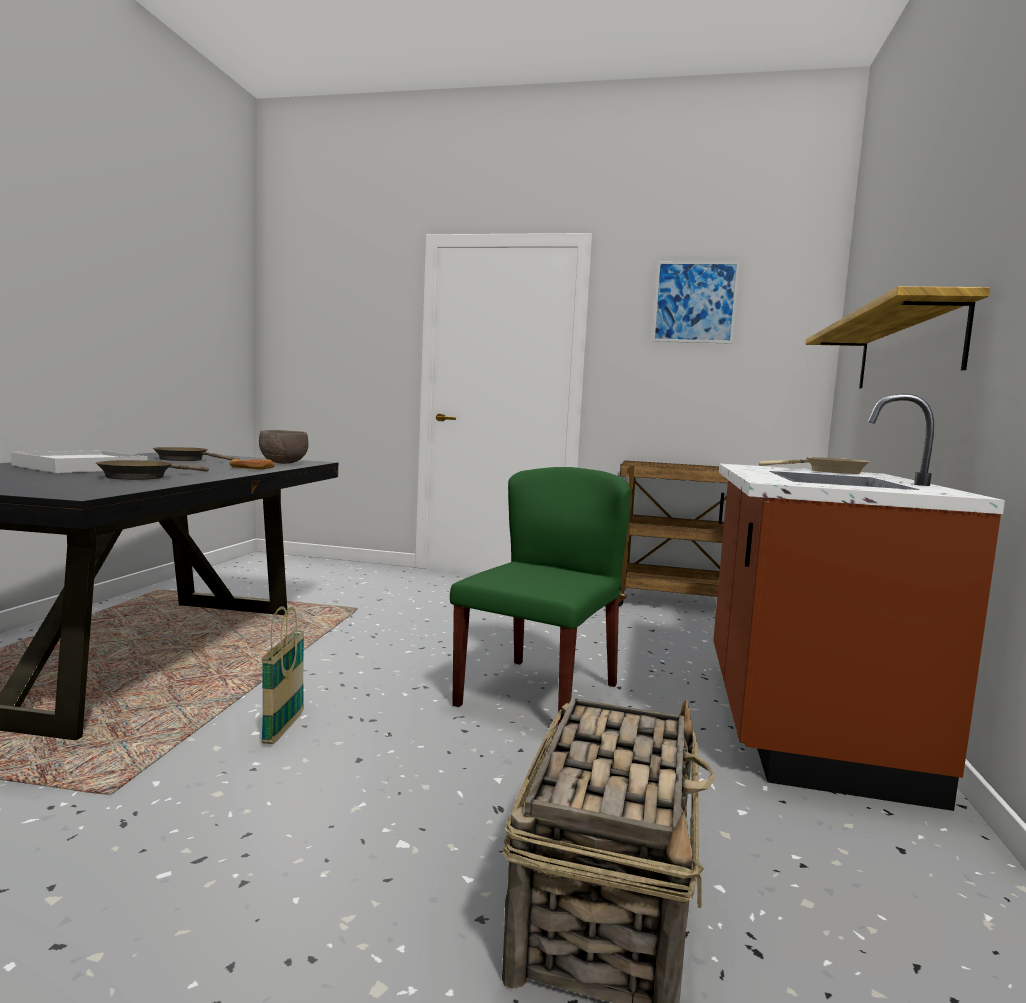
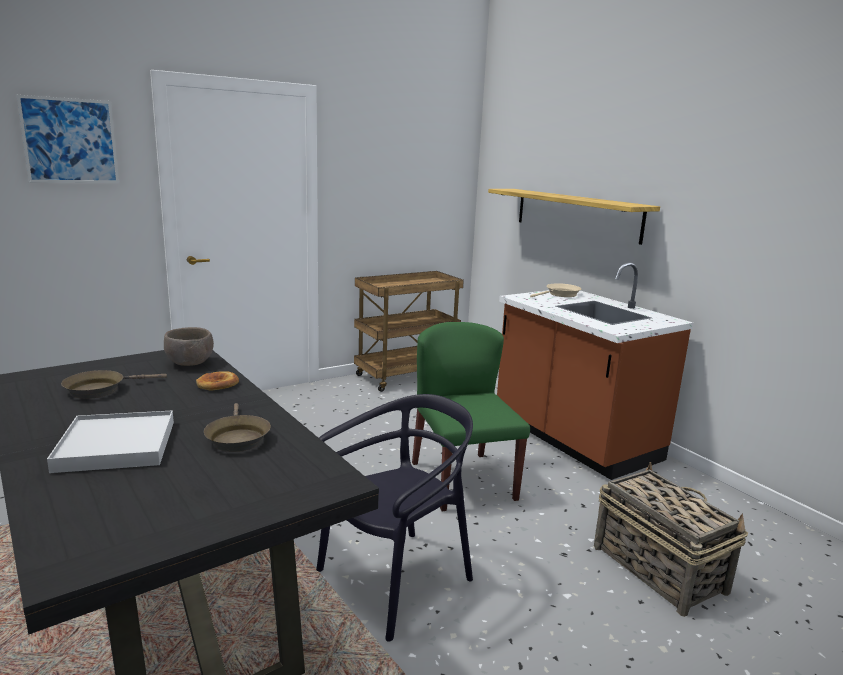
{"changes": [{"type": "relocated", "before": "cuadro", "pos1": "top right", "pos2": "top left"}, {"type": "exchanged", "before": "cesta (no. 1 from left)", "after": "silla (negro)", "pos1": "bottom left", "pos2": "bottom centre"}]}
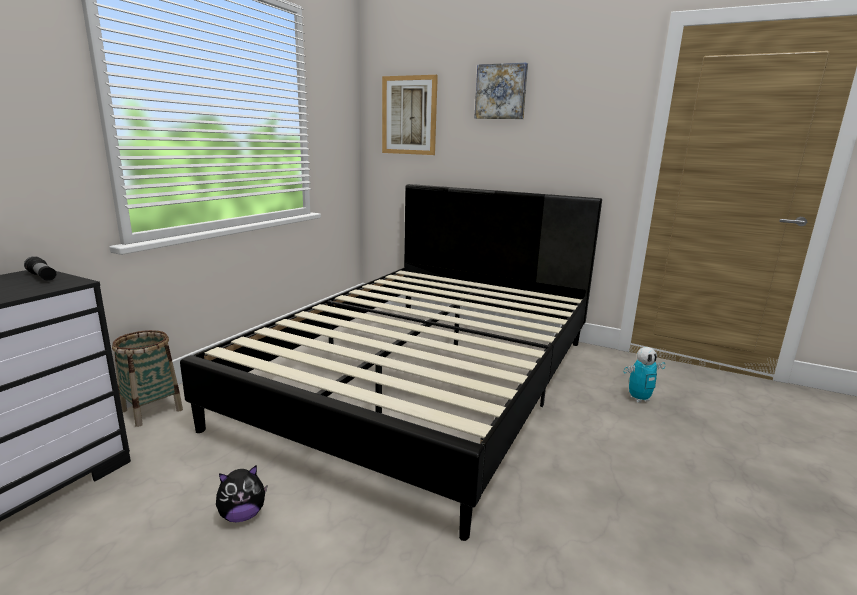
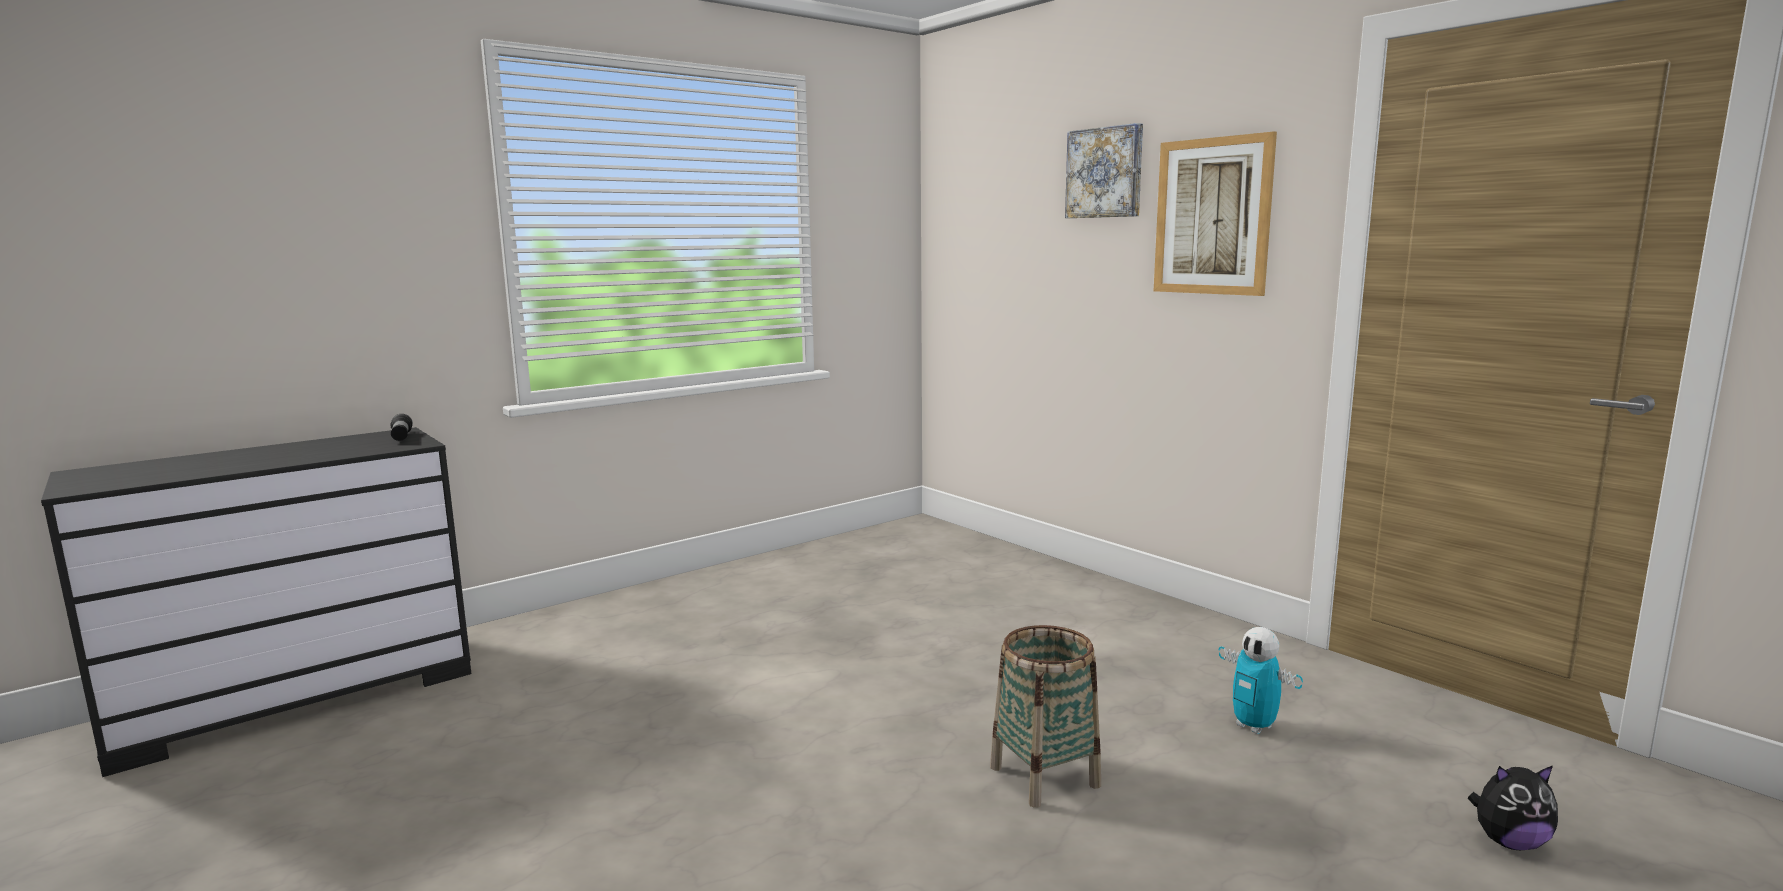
{"changes": [{"type": "relocated", "before": "cesta", "pos1": "middle left", "pos2": "bottom centre"}, {"type": "relocated", "before": "cuadro (no. 1 from left in the first image)", "after": "cuadro (no. 2 from left)", "pos1": "top centre", "pos2": "top right"}, {"type": "spun", "before": "robot de juguete", "pos1": "middle right", "pos2": "bottom right", "turn": 45}, {"type": "relocated", "before": "peluche", "pos1": "bottom left", "pos2": "bottom right"}, {"type": "missing", "before": "cama (negro)", "pos1": "centre"}]}
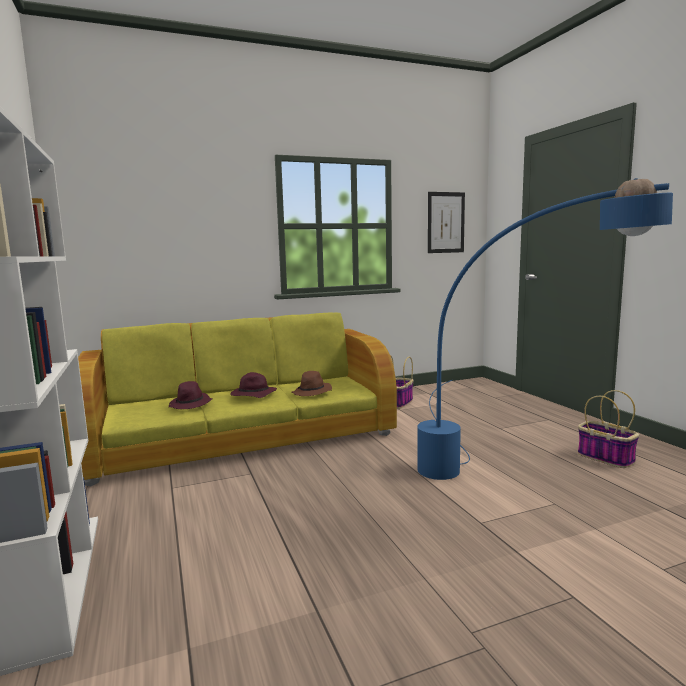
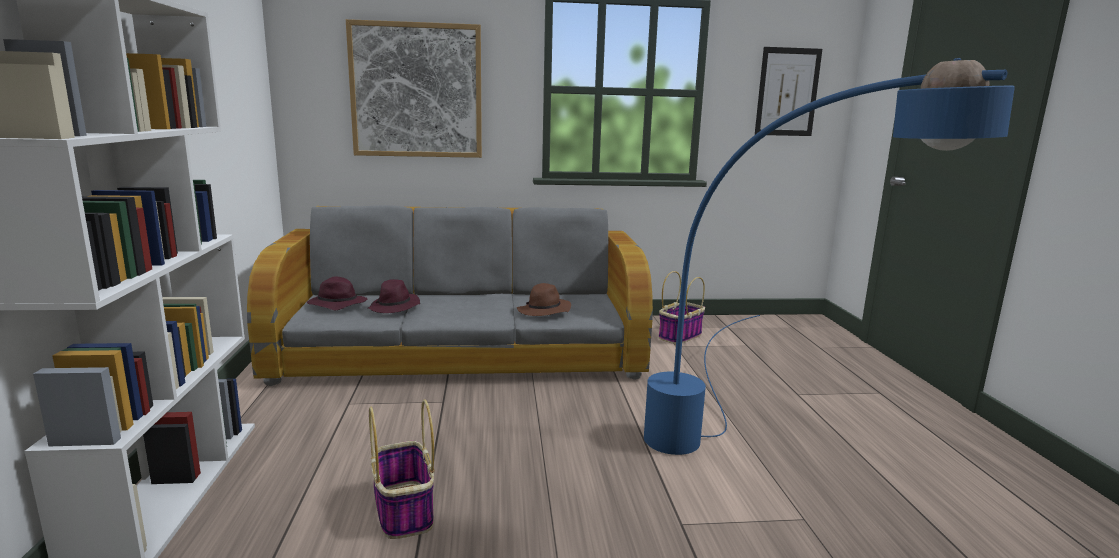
{"changes": [{"type": "colour", "before": "sofá (verde)", "after": "sofá (gris)", "pos1": "centre", "pos2": "centre"}, {"type": "relocated", "before": "sombrero (morado) (no. 2 from left in the first image)", "after": "sombrero (morado) (no. 1 from left)", "pos1": "centre", "pos2": "middle left"}, {"type": "appeared", "after": "cuadro (no. 1 from left)", "pos2": "top centre"}, {"type": "relocated", "before": "cesta (no. 2 from left in the first image)", "after": "cesta (no. 1 from left)", "pos1": "middle right", "pos2": "bottom centre"}]}
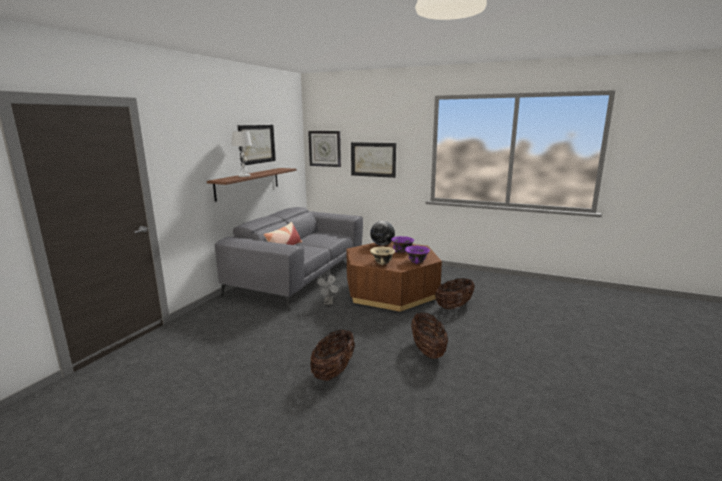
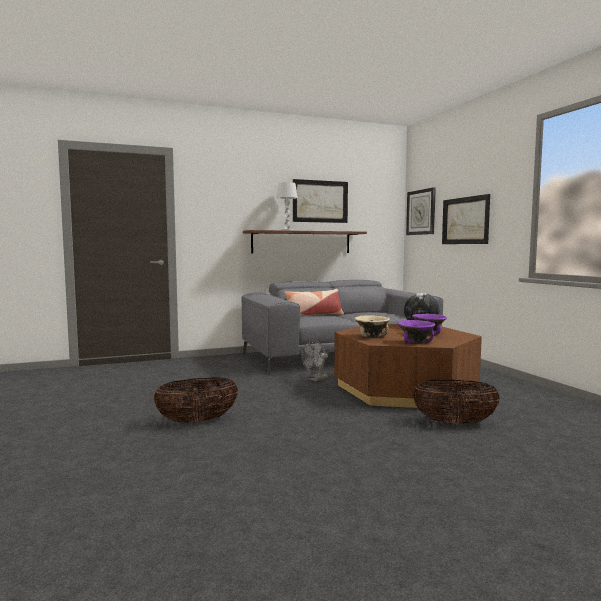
{"changes": [{"type": "missing", "before": "cesta (no. 2 from left)", "pos1": "bottom centre"}]}
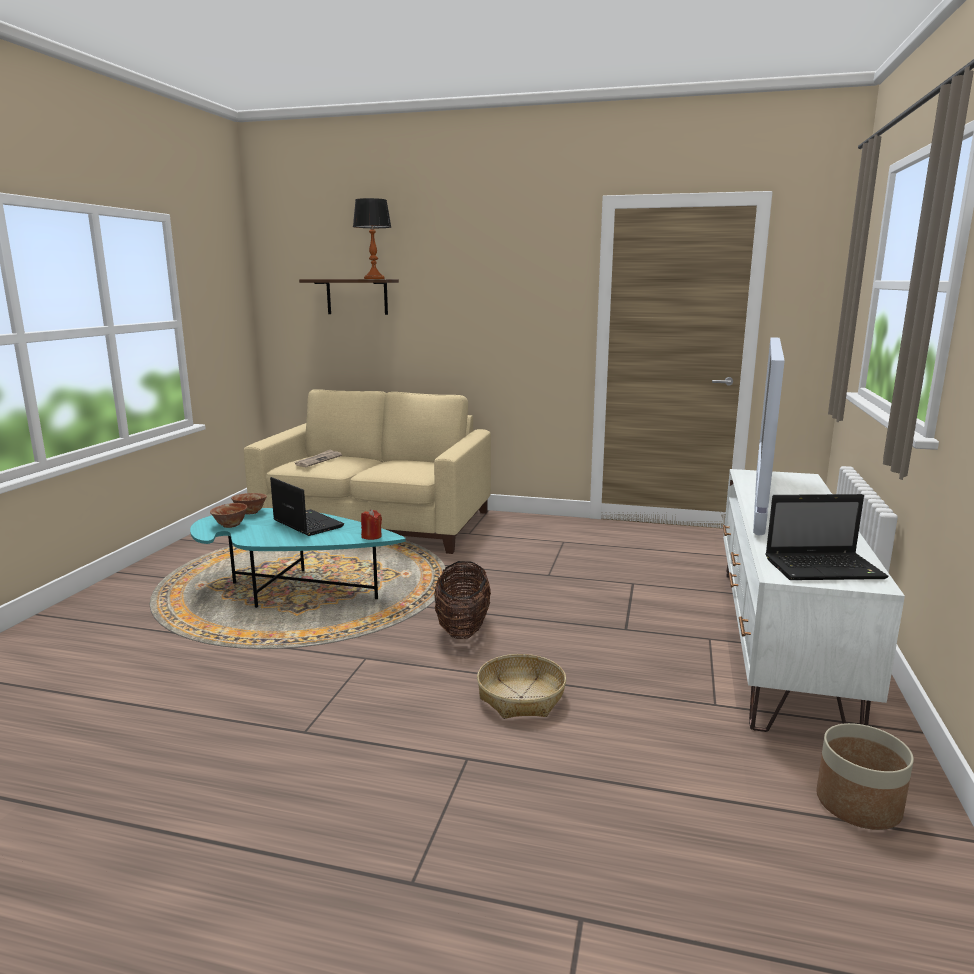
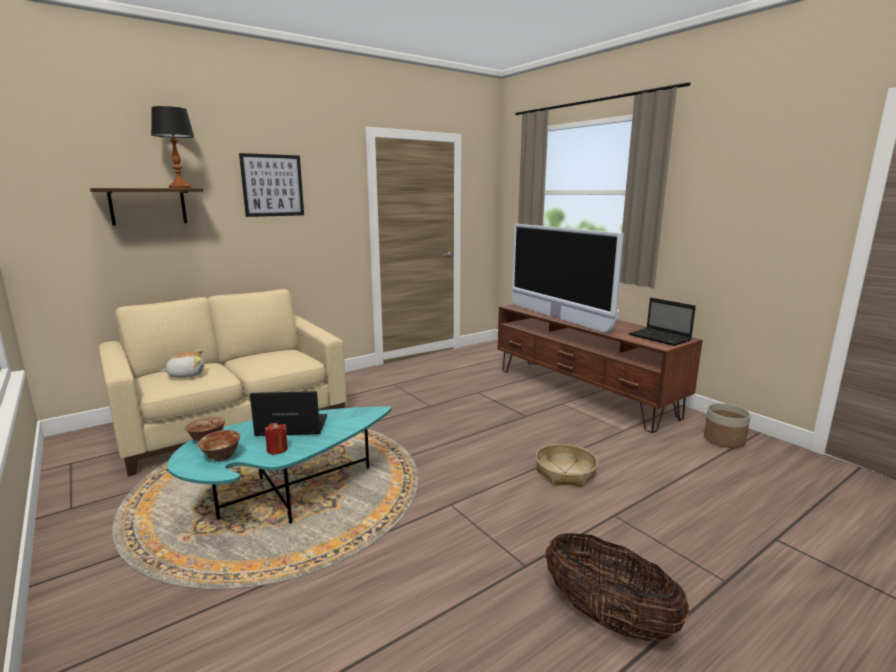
{"changes": [{"type": "exchanged", "before": "periódico", "after": "peluche", "pos1": "middle left", "pos2": "middle left"}, {"type": "appeared", "after": "cuadro", "pos2": "top left"}, {"type": "relocated", "before": "vela (rojo)", "pos1": "centre", "pos2": "middle left"}, {"type": "colour", "before": "mueble de televisión (blanco)", "after": "mueble de televisión (marrón)", "pos1": "middle right", "pos2": "middle right"}, {"type": "relocated", "before": "cesta (no. 1 from left in the first image)", "after": "cesta (no. 2 from left)", "pos1": "centre", "pos2": "bottom right"}, {"type": "spun", "before": "portátil (no. 2 from left)", "pos1": "middle right", "pos2": "middle right", "turn": 105}]}
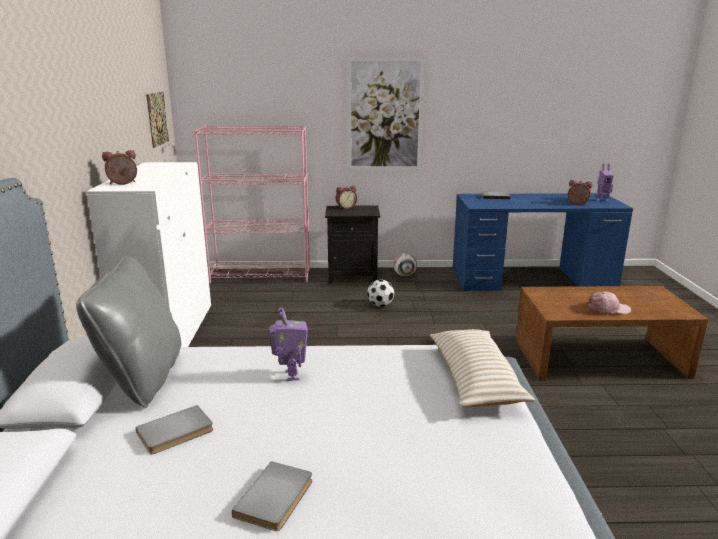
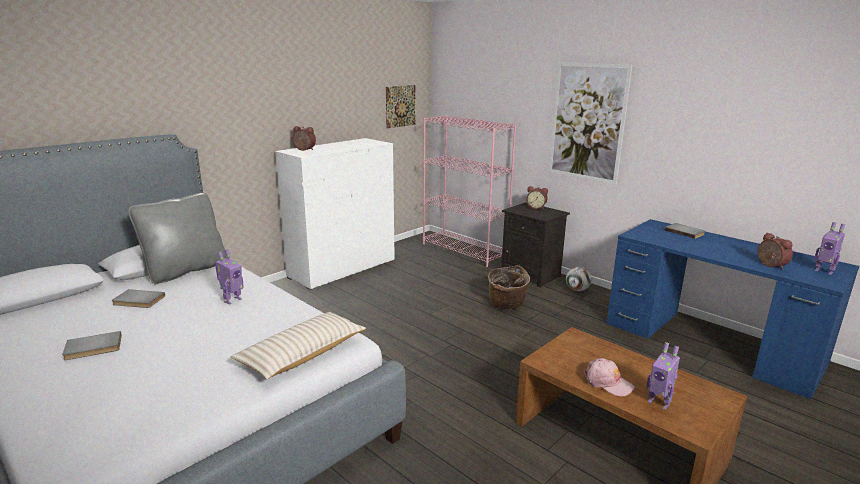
{"changes": [{"type": "exchanged", "before": "balón de fútbol (no. 1 from left)", "after": "cesta", "pos1": "centre", "pos2": "centre"}, {"type": "appeared", "after": "robot de juguete (no. 2 from left)", "pos2": "bottom right"}]}
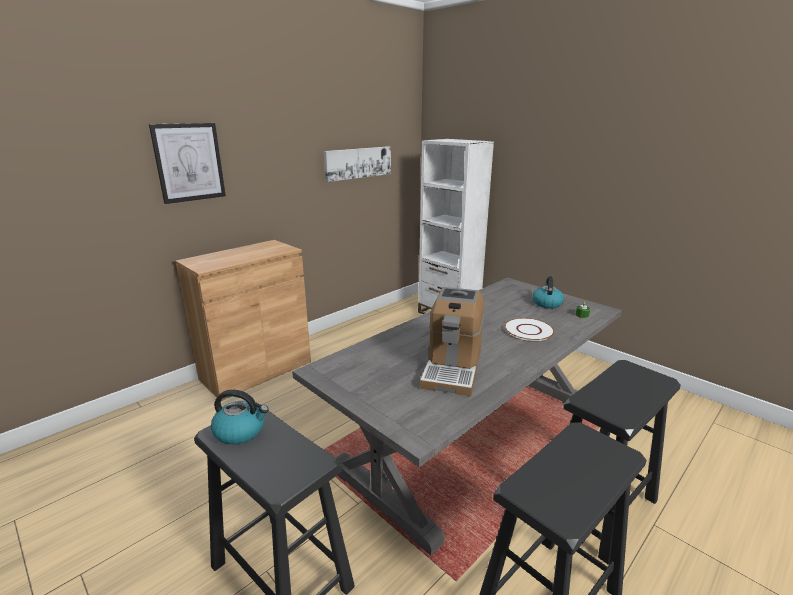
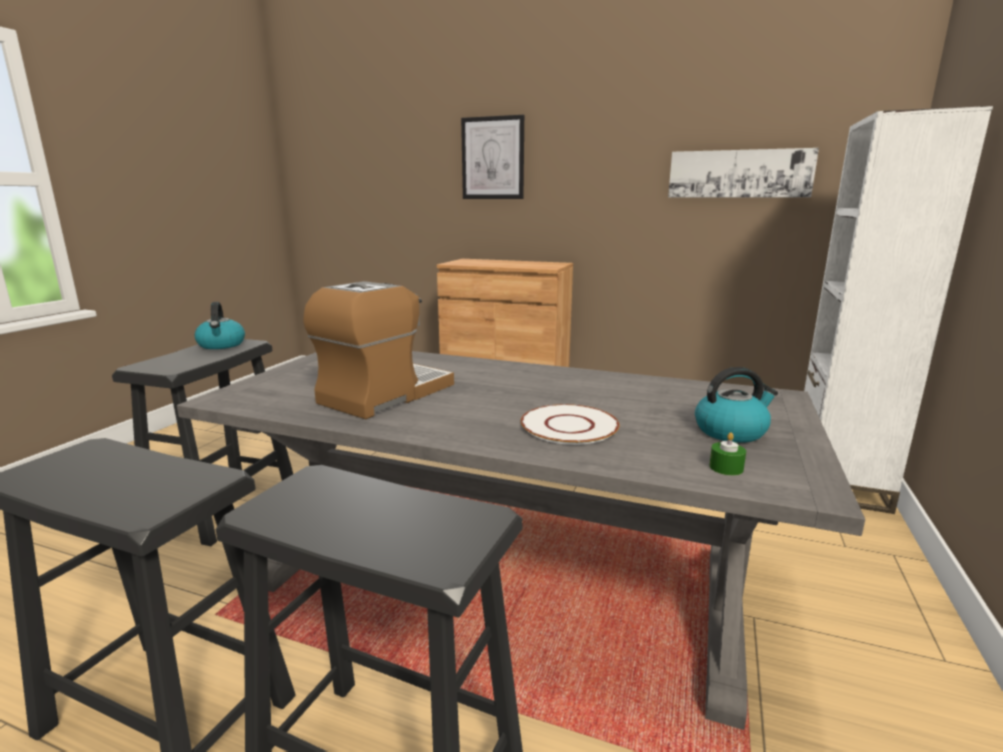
{"changes": [{"type": "spun", "before": "cafetera", "pos1": "centre", "pos2": "centre", "turn": 135}]}
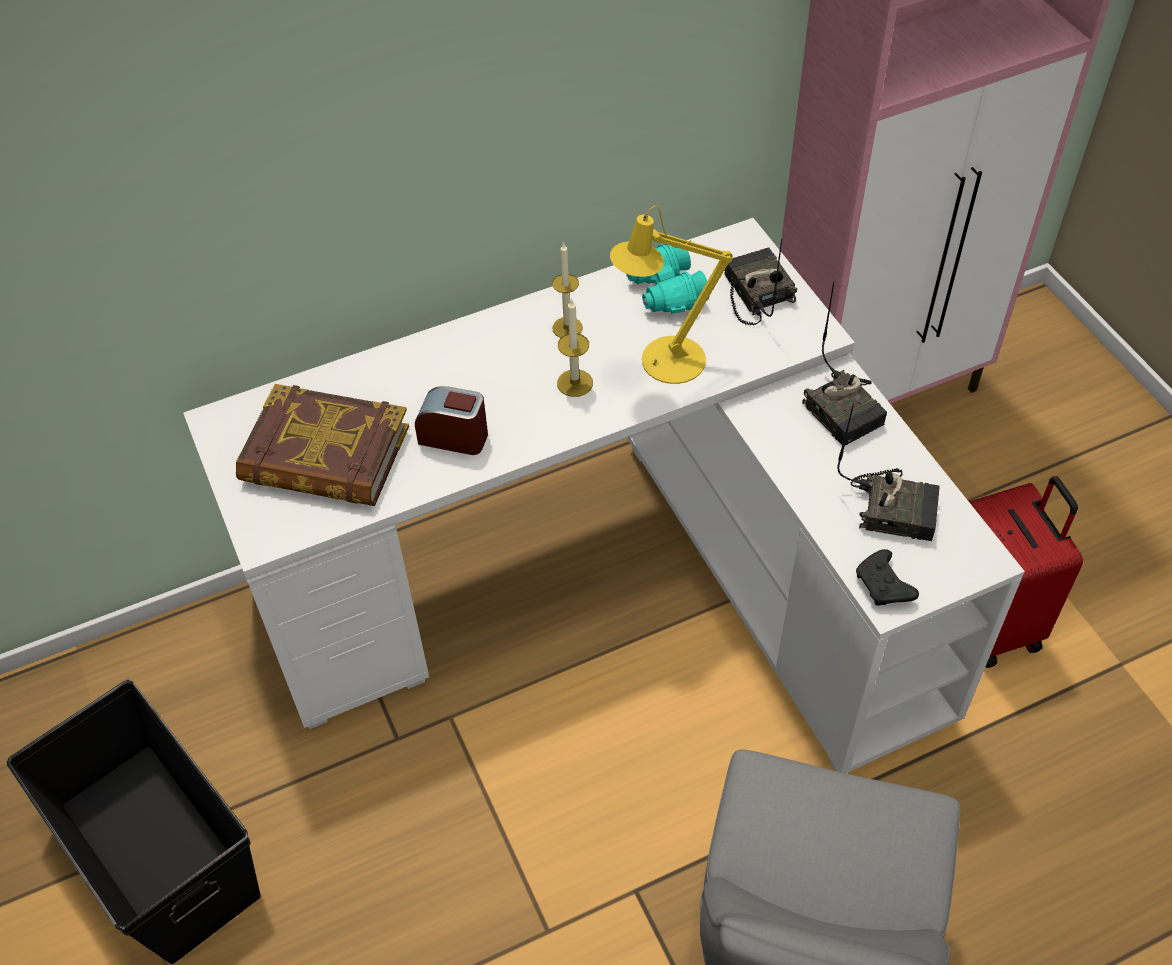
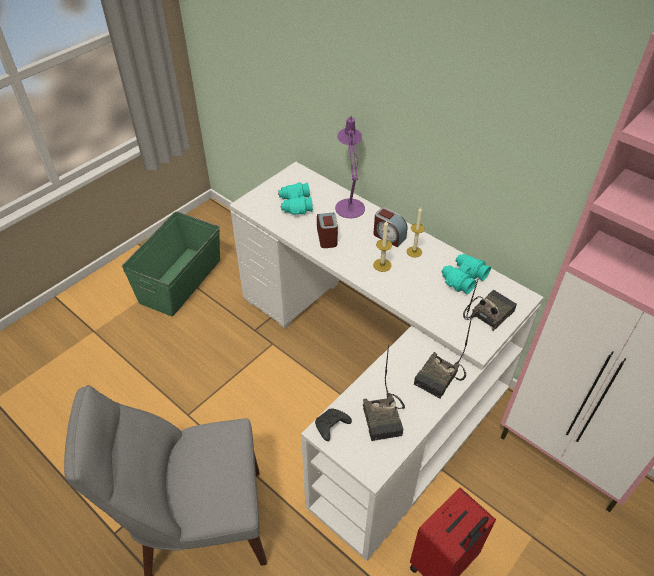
{"changes": [{"type": "colour", "before": "caja de almacenaje (negro)", "after": "caja de almacenaje (verde)", "pos1": "bottom left", "pos2": "middle left"}, {"type": "exchanged", "before": "libro", "after": "prismáticos (turquesa) (no. 1 from left)", "pos1": "middle left", "pos2": "centre"}, {"type": "appeared", "after": "lámpara de mesa (morado)", "pos2": "top centre"}, {"type": "appeared", "after": "despertador (no. 2 from left)", "pos2": "centre"}, {"type": "missing", "before": "lámpara de mesa (amarillo)", "pos1": "top centre"}]}
